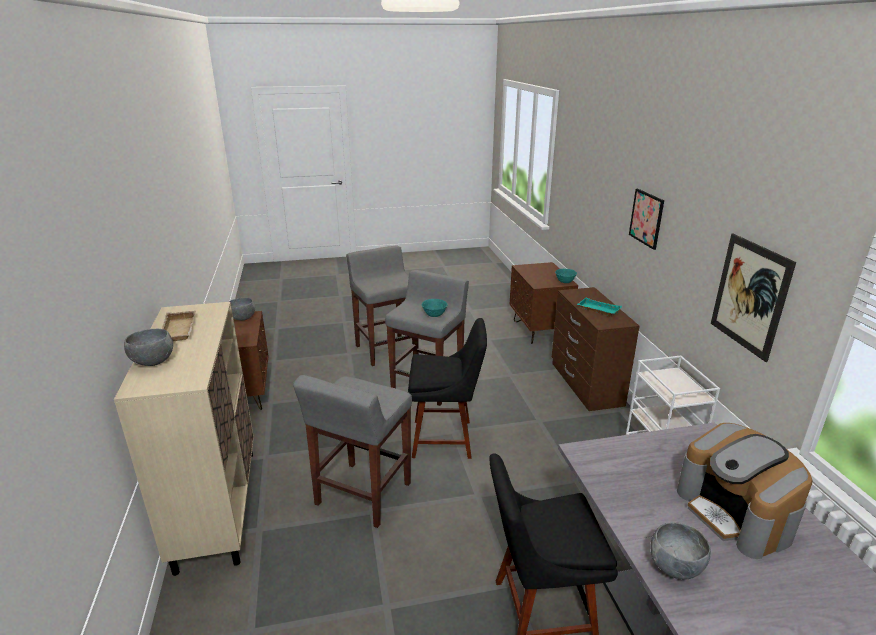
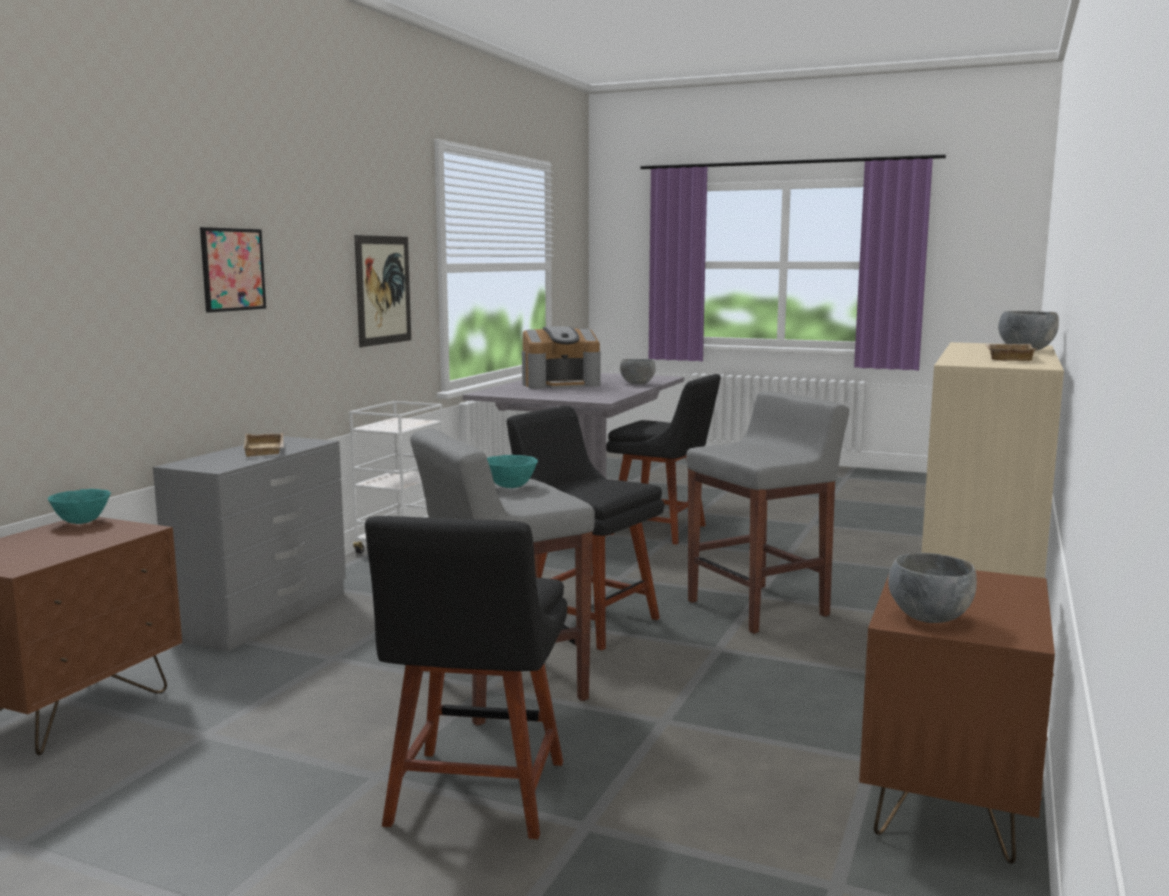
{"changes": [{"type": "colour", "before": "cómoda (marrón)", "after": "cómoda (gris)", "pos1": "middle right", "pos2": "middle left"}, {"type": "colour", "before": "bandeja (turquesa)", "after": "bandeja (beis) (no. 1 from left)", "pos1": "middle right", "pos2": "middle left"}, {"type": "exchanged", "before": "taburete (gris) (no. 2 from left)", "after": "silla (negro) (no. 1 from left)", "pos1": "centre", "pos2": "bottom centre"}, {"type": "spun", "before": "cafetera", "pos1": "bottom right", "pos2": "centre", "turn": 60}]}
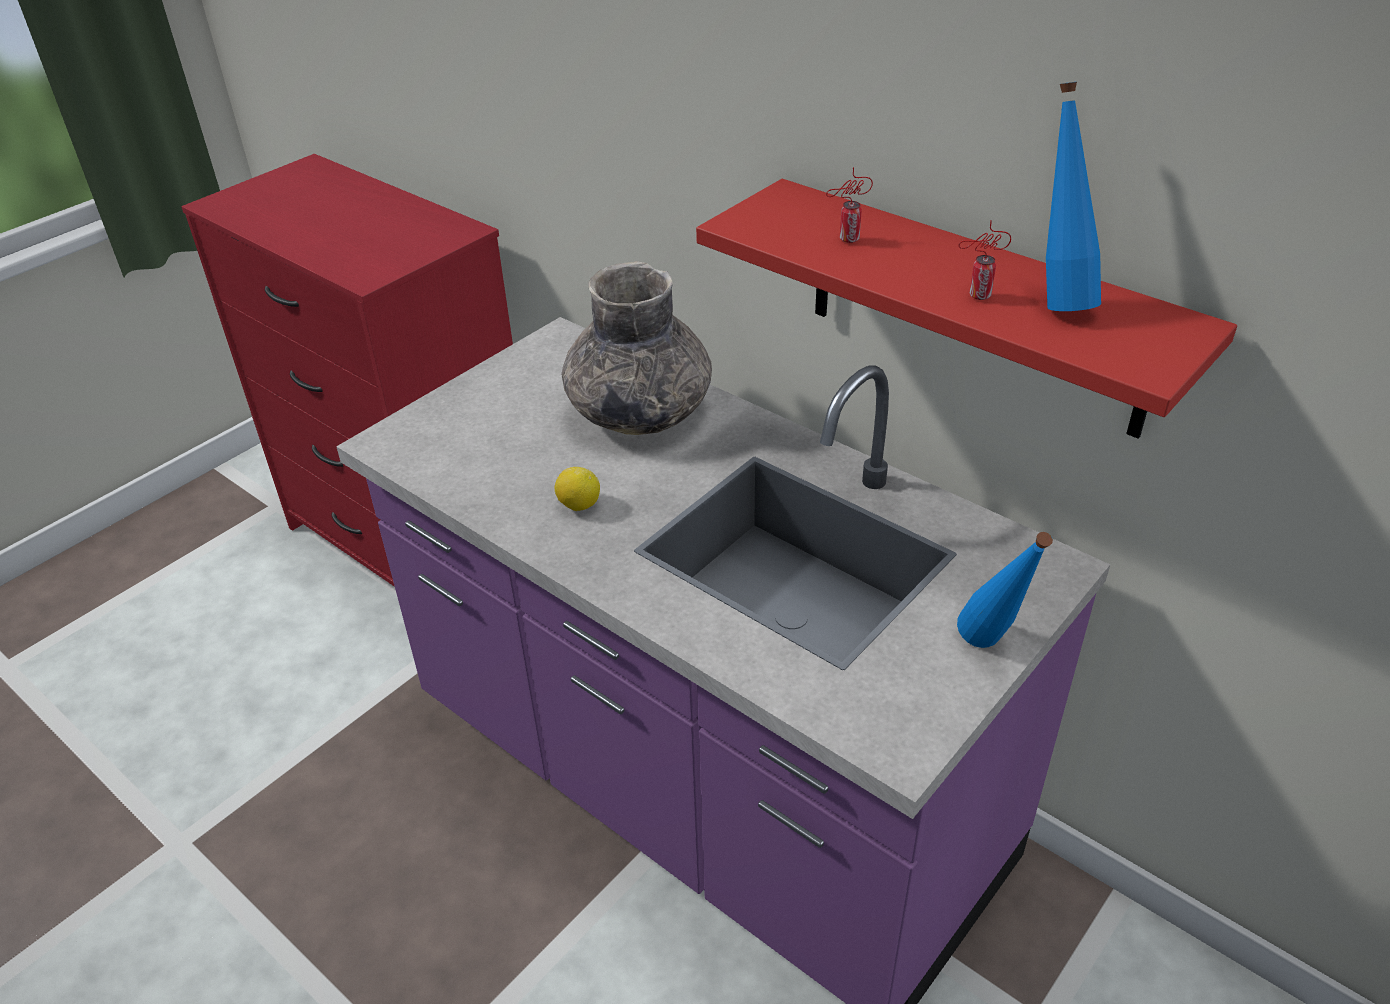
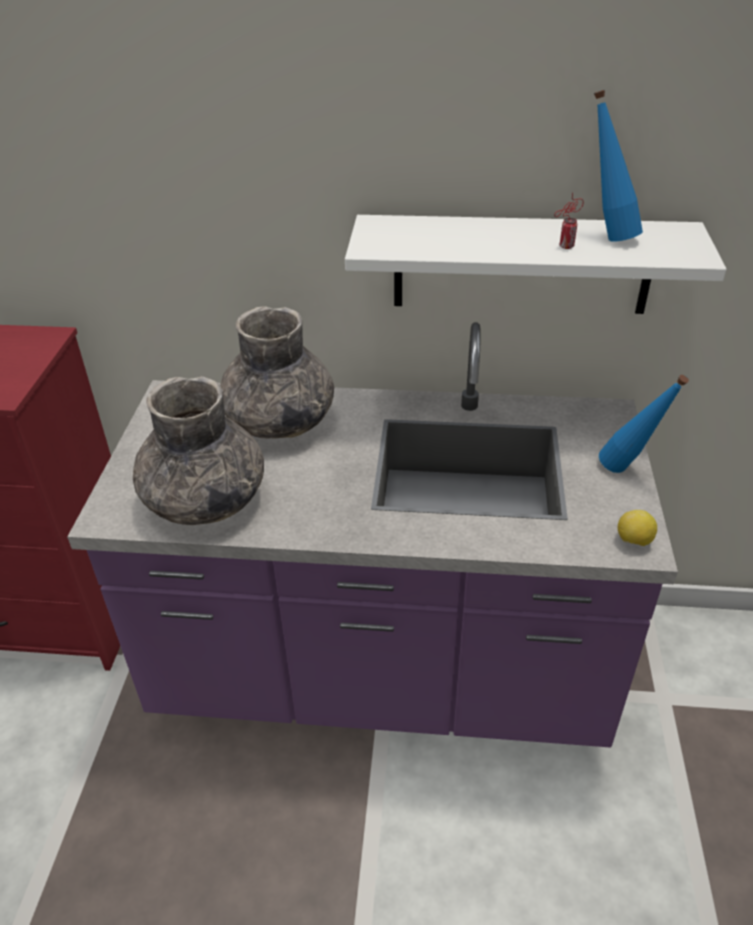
{"changes": [{"type": "appeared", "after": "florero (gris) (no. 1 from left)", "pos2": "middle left"}, {"type": "colour", "before": "estante (rojo)", "after": "estante (blanco)", "pos1": "top right", "pos2": "top right"}, {"type": "relocated", "before": "limón", "pos1": "centre", "pos2": "middle right"}, {"type": "missing", "before": "lata (no. 1 from left)", "pos1": "top centre"}]}
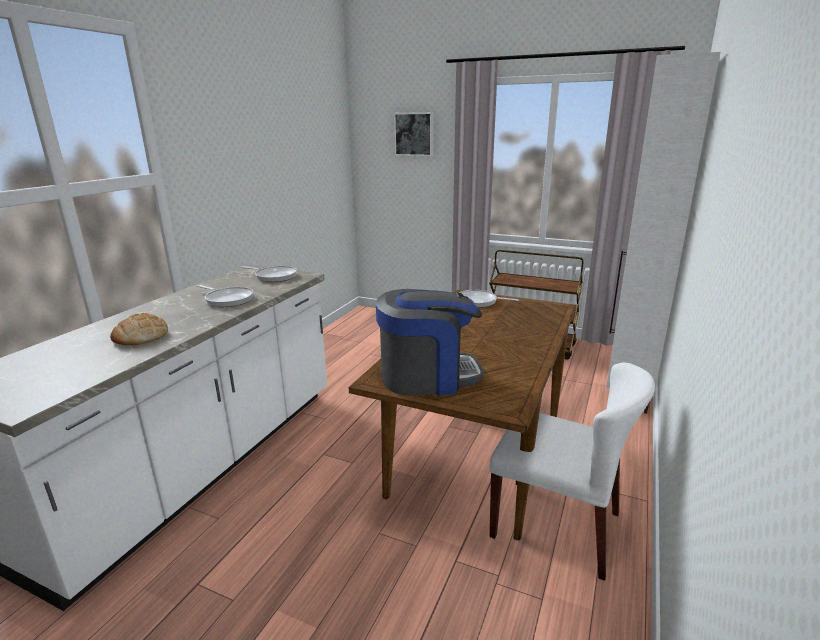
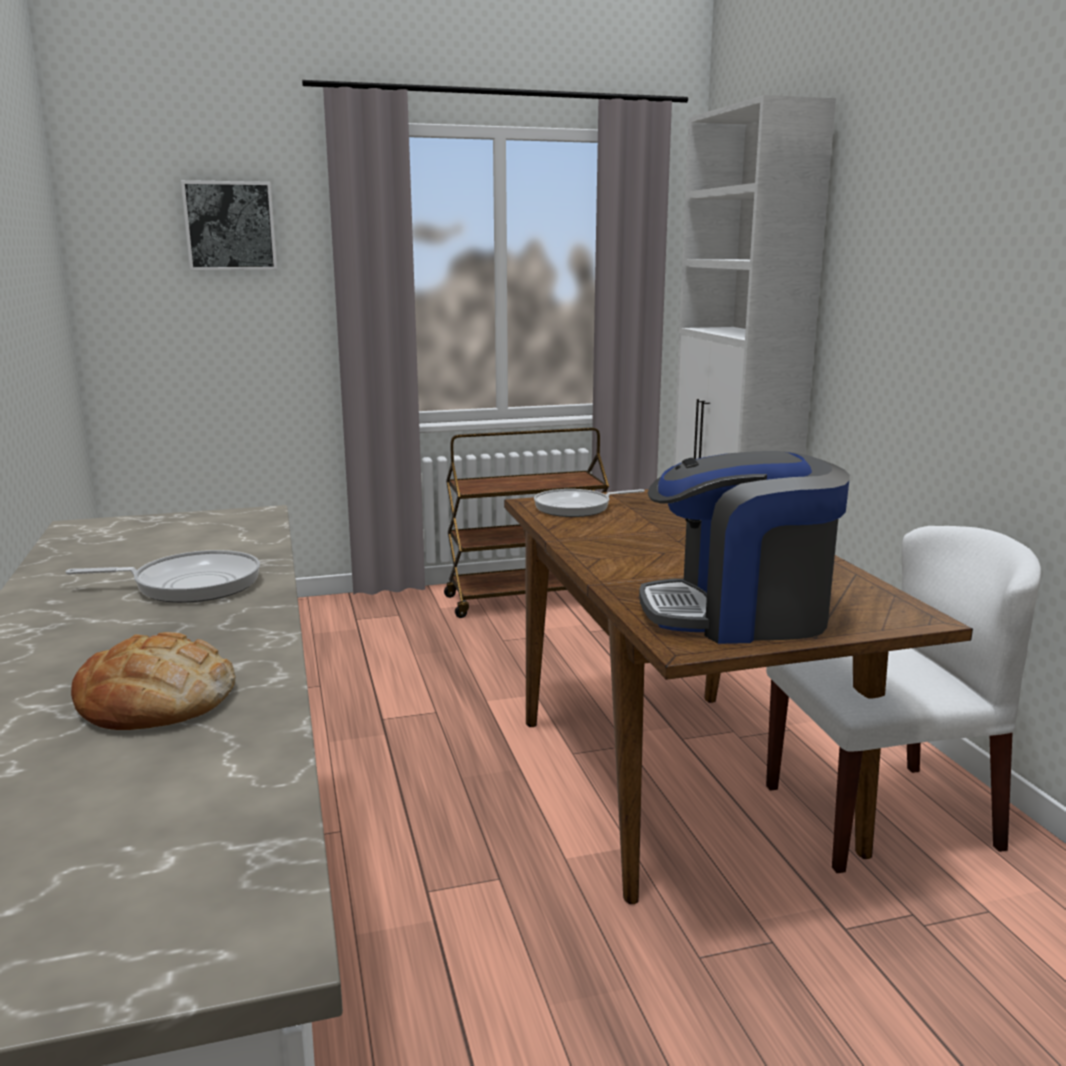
{"changes": [{"type": "spun", "before": "cafetera", "pos1": "centre", "pos2": "middle right", "turn": -135}, {"type": "missing", "before": "sartén (no. 2 from left)", "pos1": "middle left"}]}
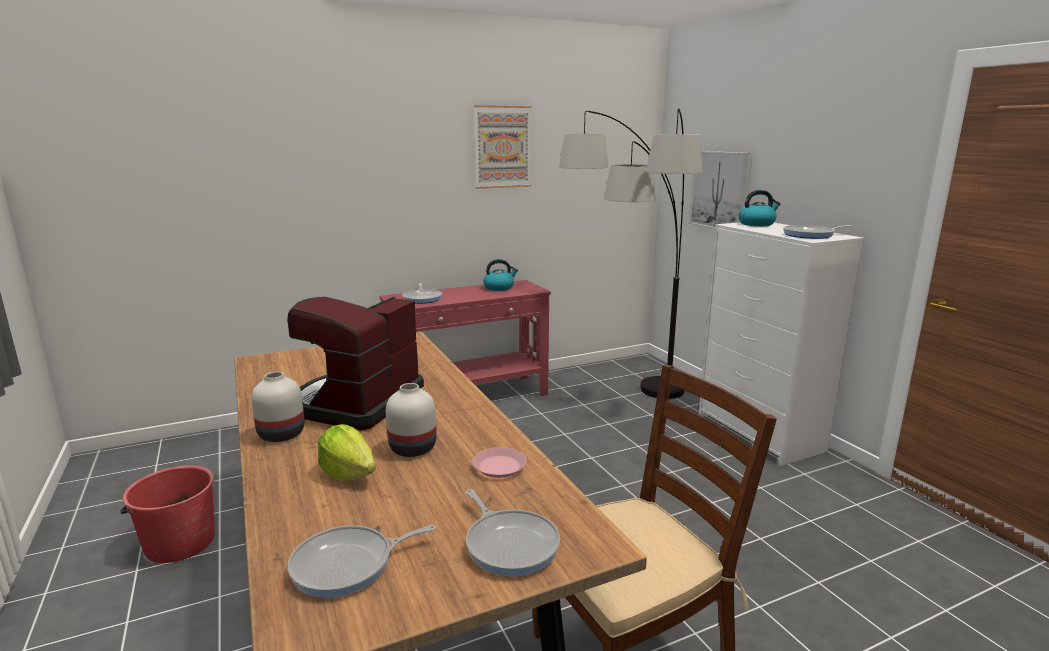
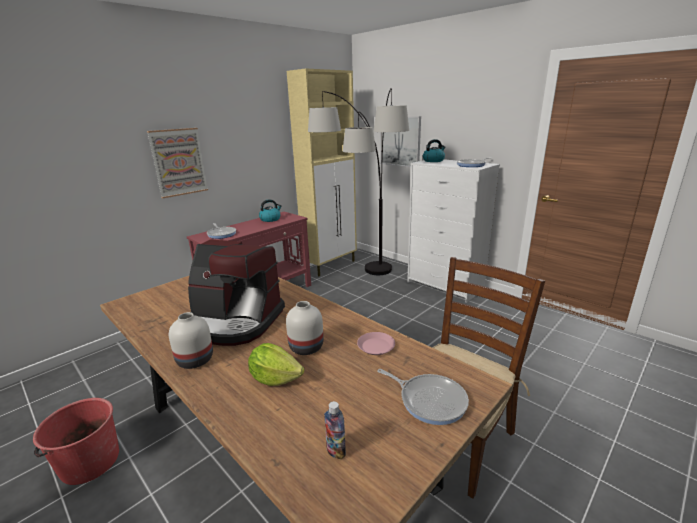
{"changes": [{"type": "relocated", "before": "cuadro (no. 1 from left)", "pos1": "top centre", "pos2": "top left"}, {"type": "spun", "before": "cafetera", "pos1": "centre", "pos2": "centre", "turn": -75}, {"type": "appeared", "after": "armario (beis)", "pos2": "top centre"}, {"type": "exchanged", "before": "sartén (no. 1 from left)", "after": "botella", "pos1": "bottom centre", "pos2": "bottom centre"}]}
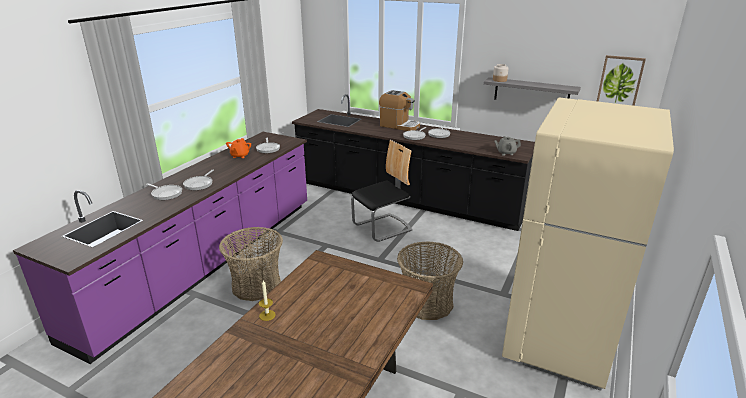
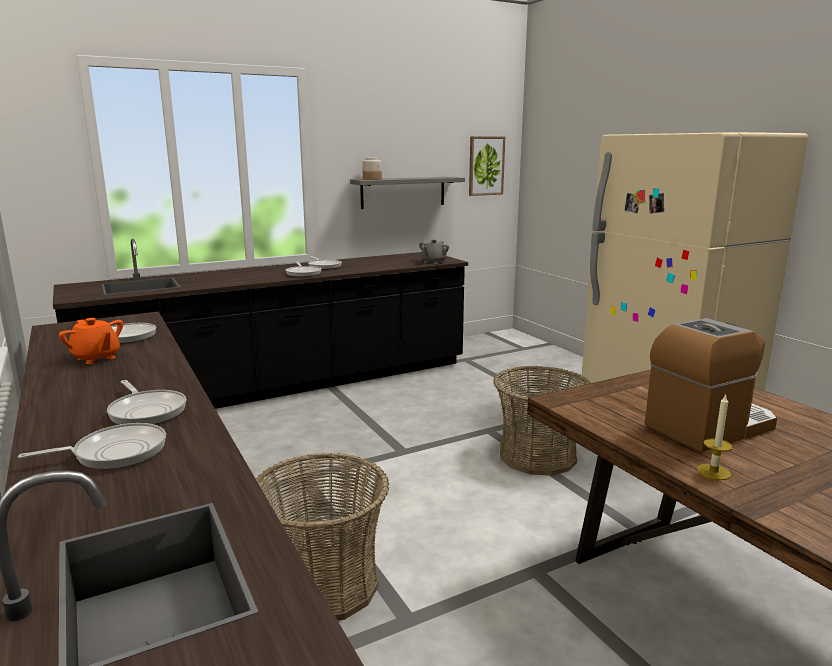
{"changes": [{"type": "relocated", "before": "cafetera", "pos1": "top centre", "pos2": "middle right"}, {"type": "missing", "before": "silla", "pos1": "centre"}]}
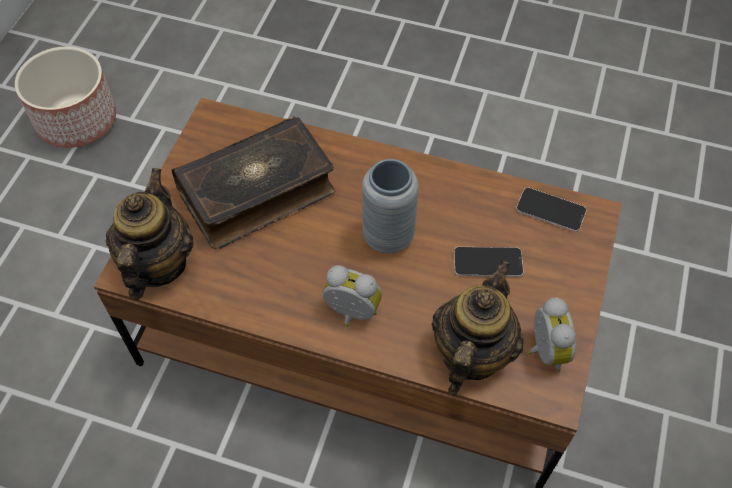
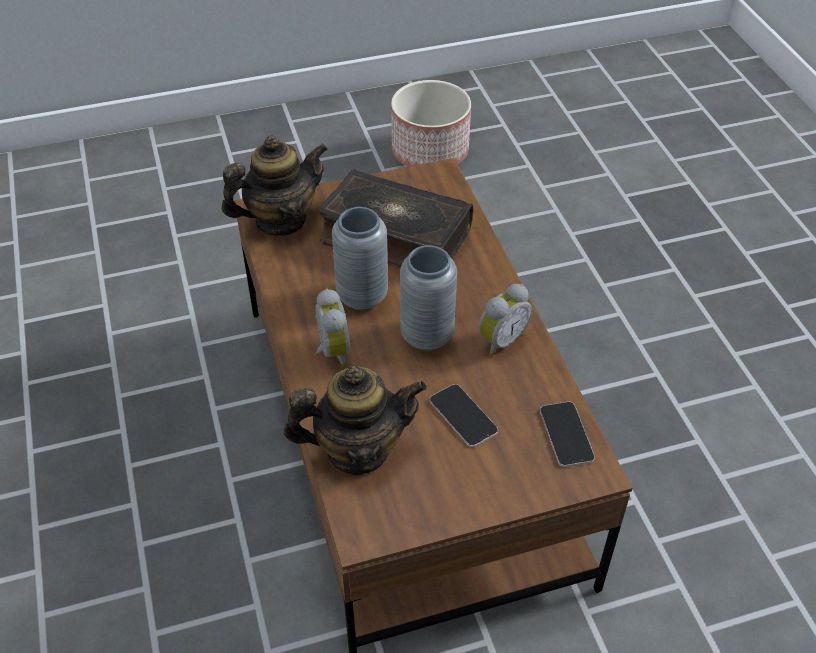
{"changes": [{"type": "appeared", "after": "florero (gris) (no. 1 from left)", "pos2": "centre"}, {"type": "relocated", "before": "despertador (no. 2 from left)", "pos1": "bottom right", "pos2": "centre"}]}
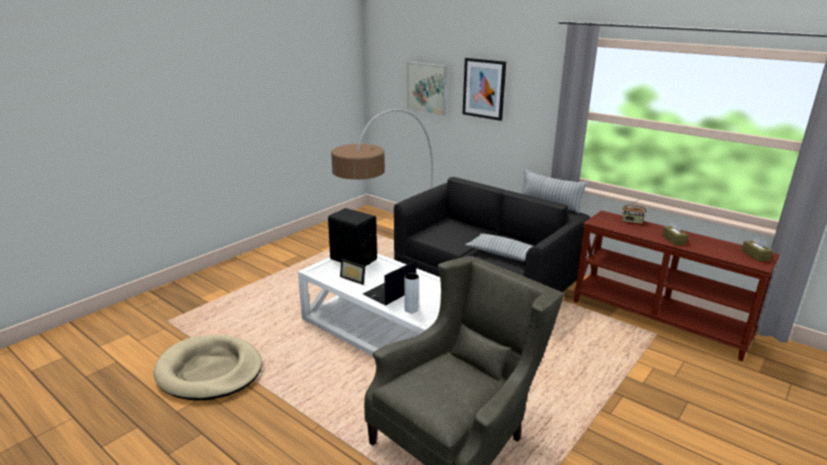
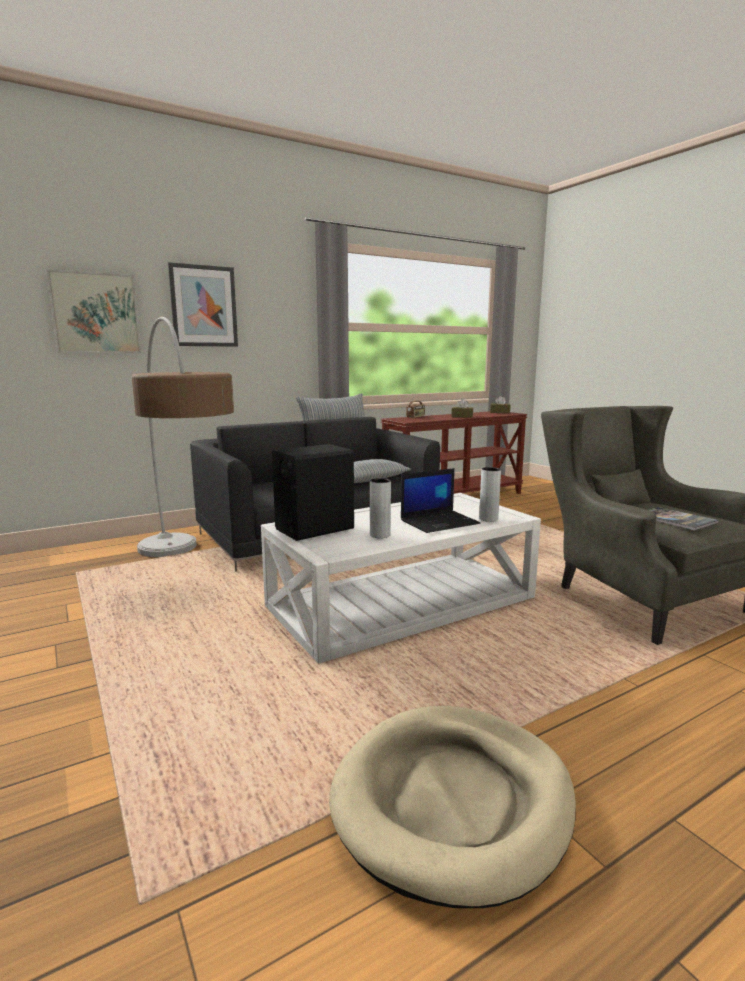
{"changes": [{"type": "exchanged", "before": "portarretratos", "after": "florero (gris) (no. 1 from left)", "pos1": "centre", "pos2": "centre"}, {"type": "spun", "before": "portátil", "pos1": "centre", "pos2": "centre", "turn": -90}, {"type": "appeared", "after": "libro", "pos2": "middle right"}]}
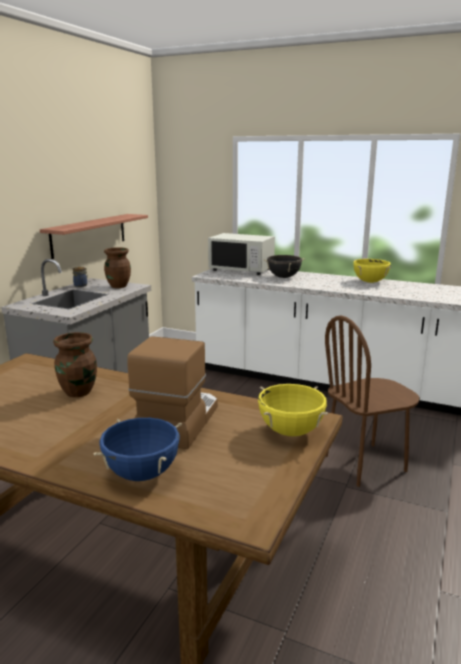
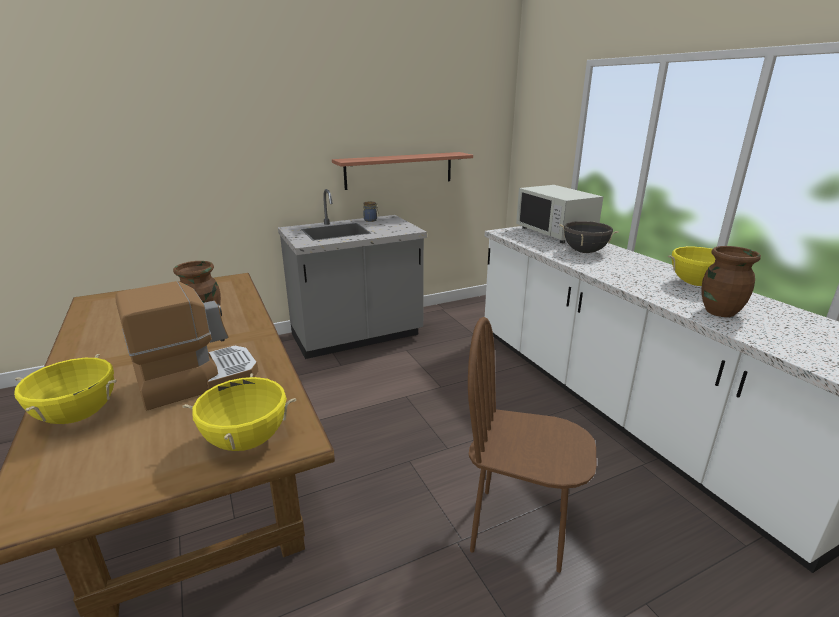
{"changes": [{"type": "colour", "before": "olla (azul)", "after": "olla (amarillo) (no. 1 from left)", "pos1": "bottom left", "pos2": "middle left"}, {"type": "relocated", "before": "florero (marrón) (no. 2 from left)", "pos1": "middle left", "pos2": "middle right"}]}
